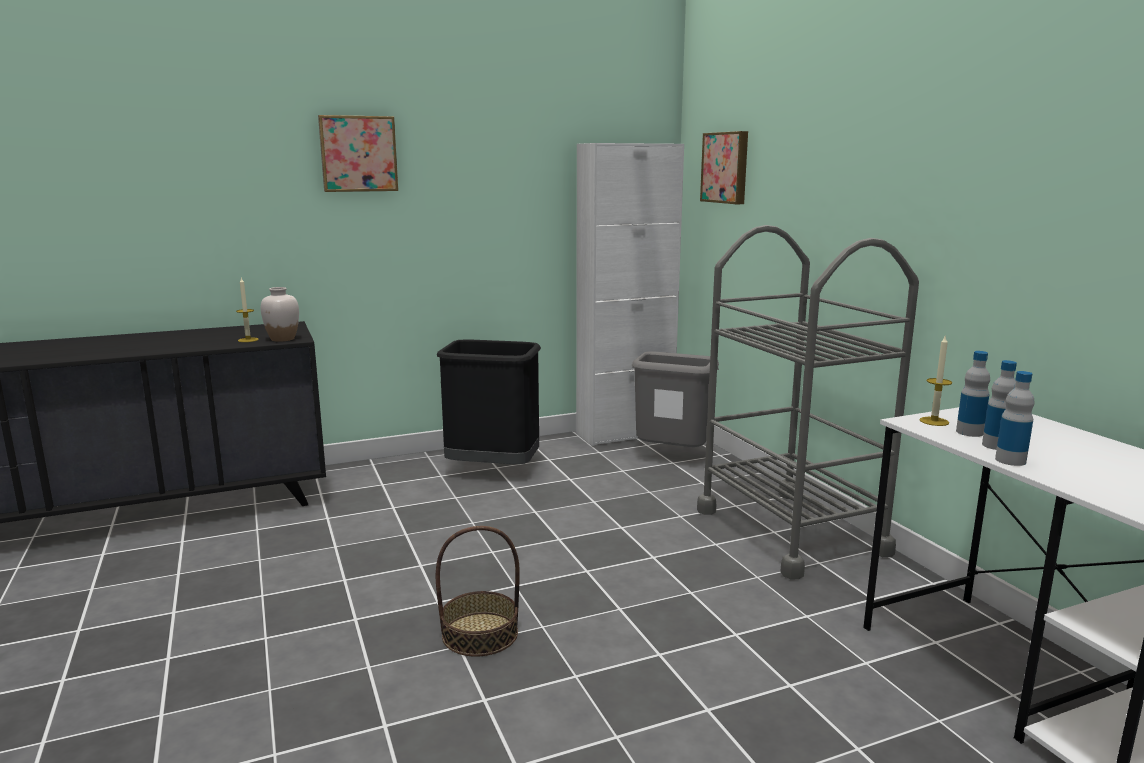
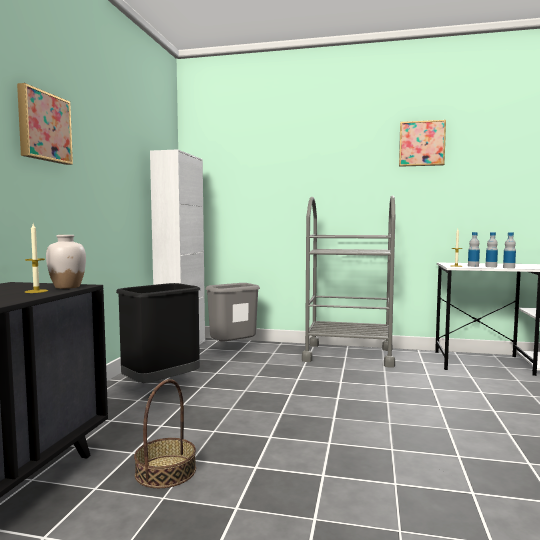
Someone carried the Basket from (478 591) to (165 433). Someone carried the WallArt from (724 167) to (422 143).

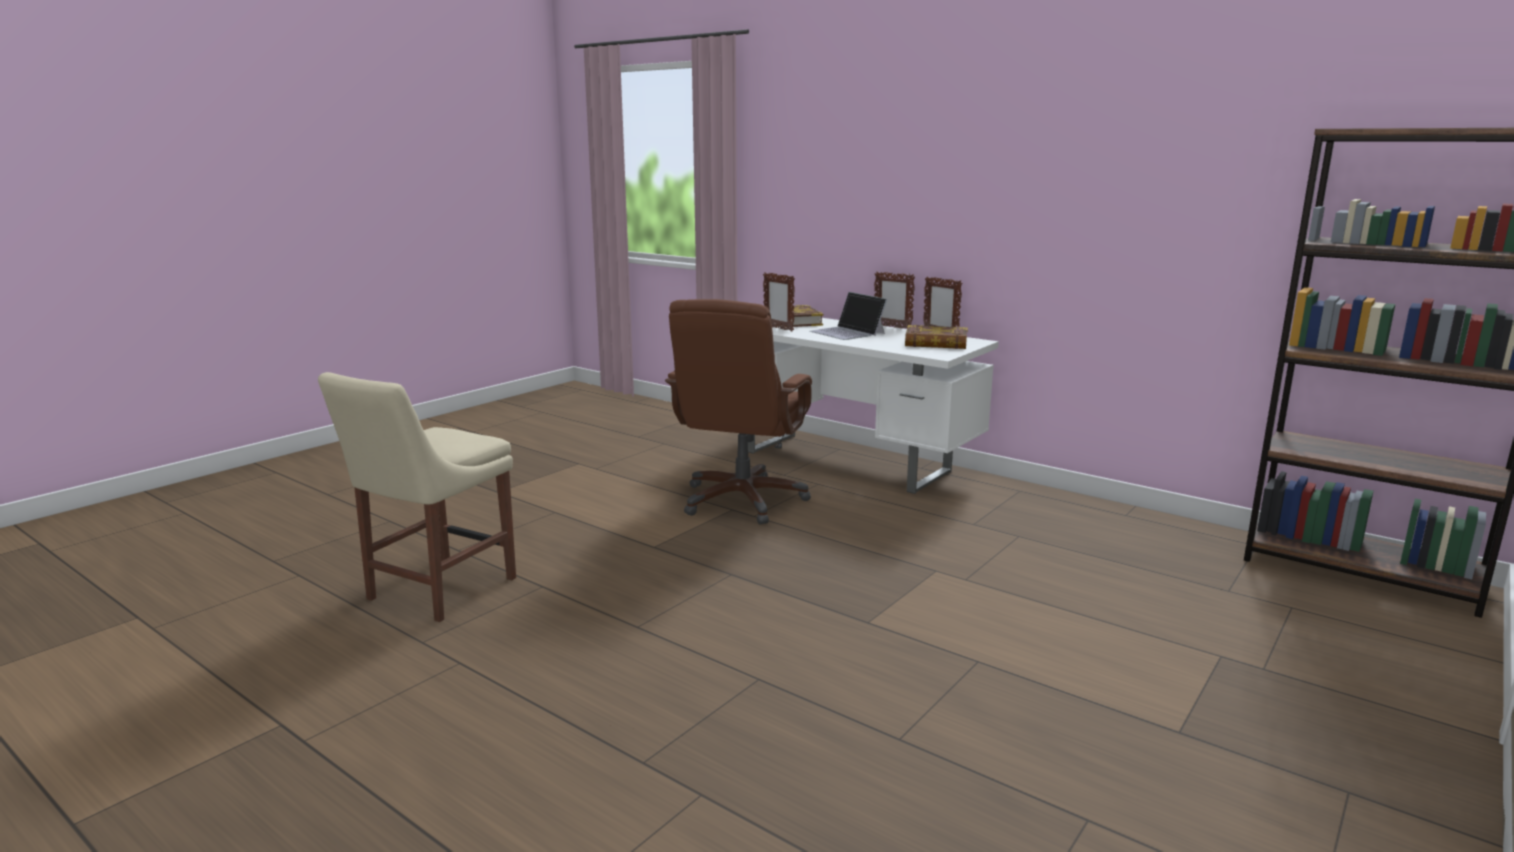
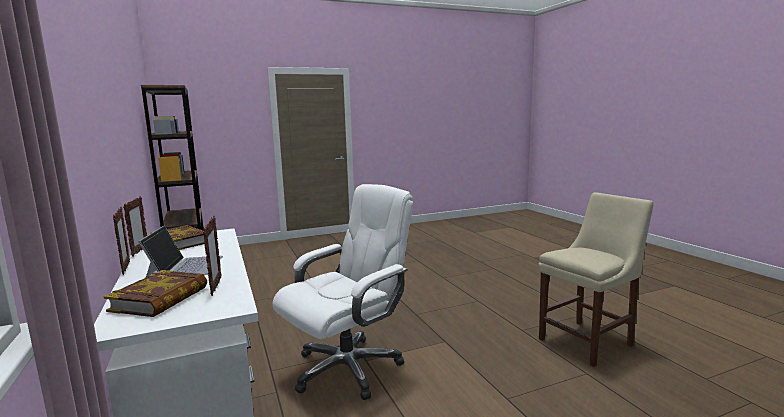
Someone repainted the BrownishDeskChair at (738 411), which became the WhitishDeskChair at (342 292).

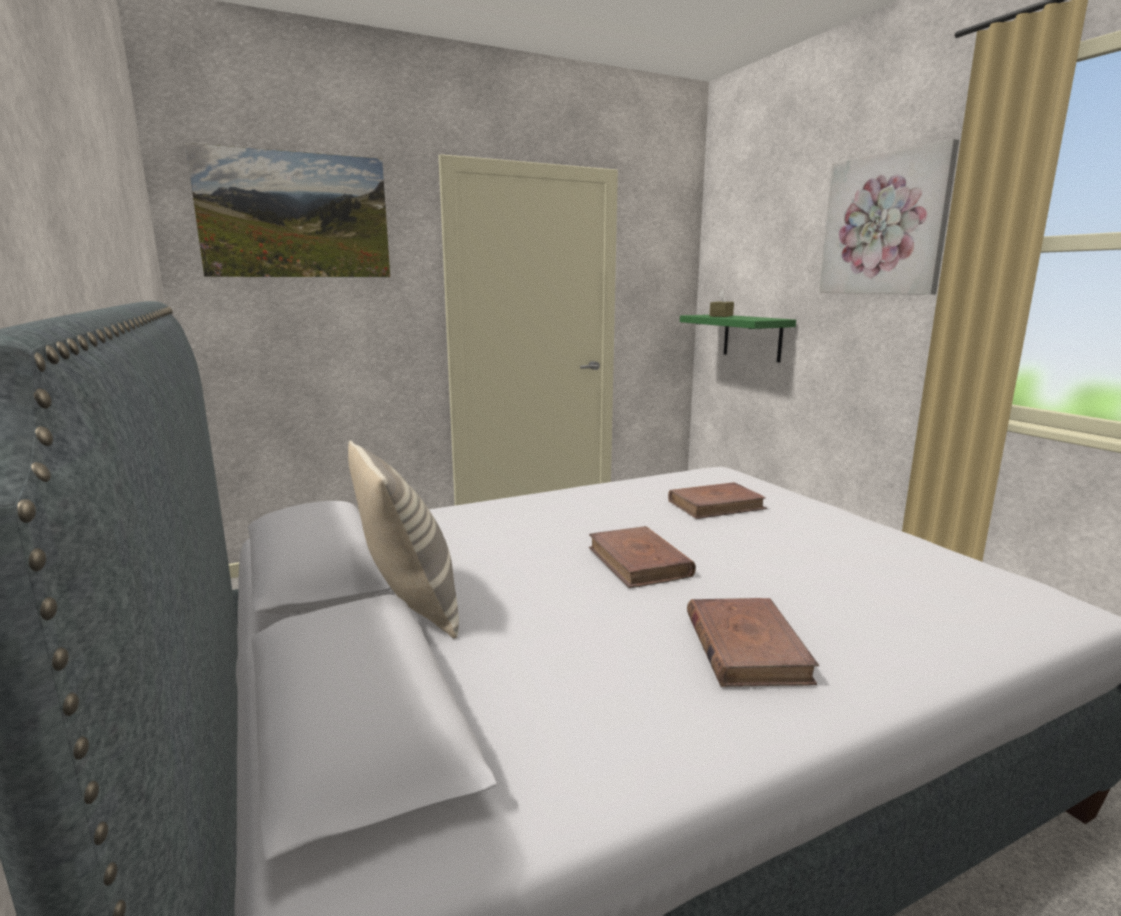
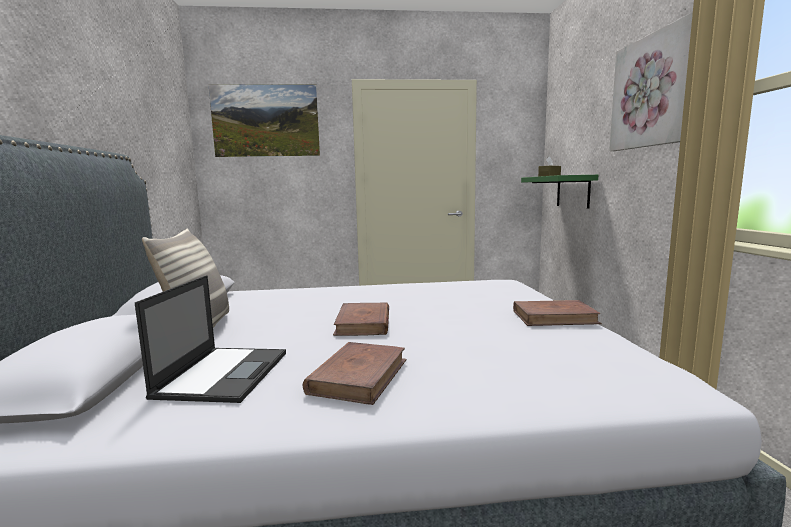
Someone carried the BrownishBook from (717 500) to (557 313). Someone put down the PortableComputer at (210 339).

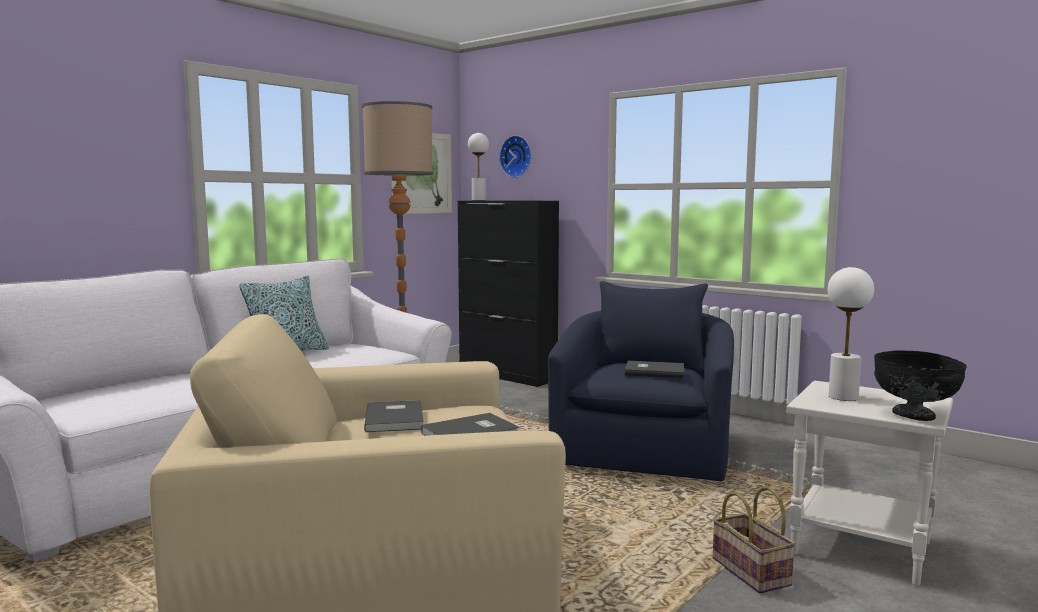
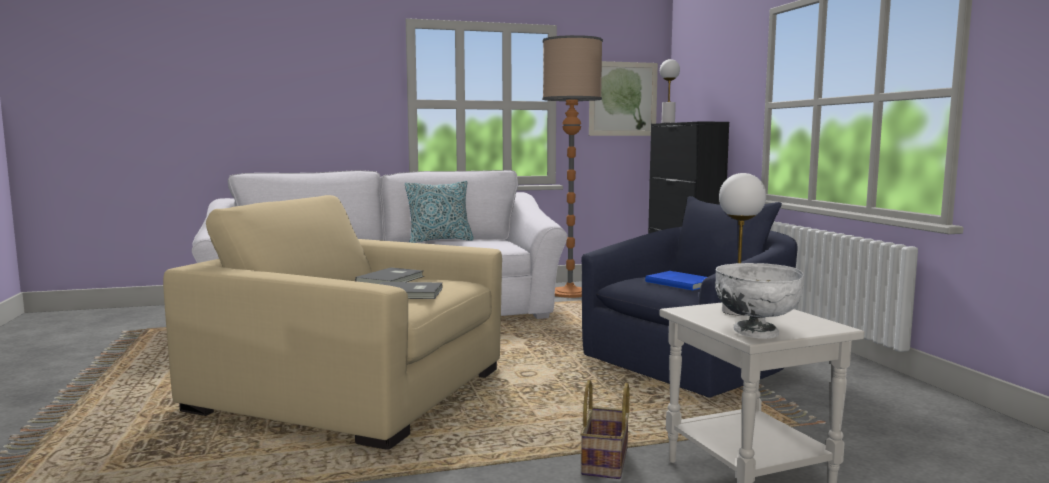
Someone took away the ClockOnTheWall at (515 156). Someone repainted the GrayBook at (654 370), which became the BluishBook at (676 280). Someone repainted the BlackColouredDeepDish at (920 386), which became the WhitishDeepDish at (759 300).

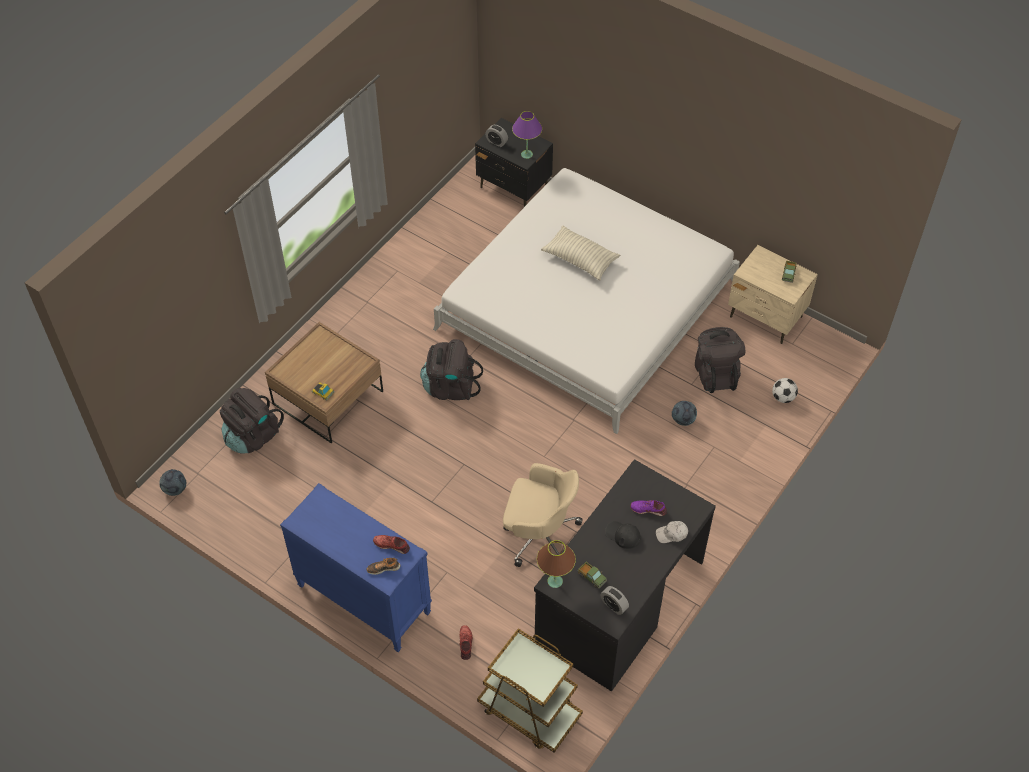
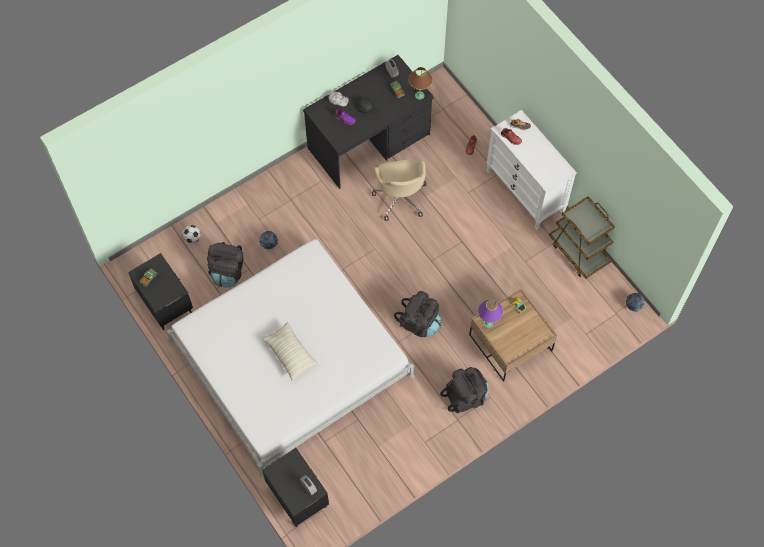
Someone carried the BlackColouredBackpack from (252 421) to (464 390). Someone repainted the BluishChestOfDrawers at (356 567), which became the WhitishChestOfDrawers at (531 170). Someone carried the BrownishCart from (530 690) to (582 237). Someone rotated the BeigeDeskChair at (543 515) by 135 degrees counterclockwise. Someone carried the PurplishTabletopLamp from (527 135) to (490 314). Someone repainted the BeigeNightstand at (773 294), which became the BlackColouredNightstand at (160 291).

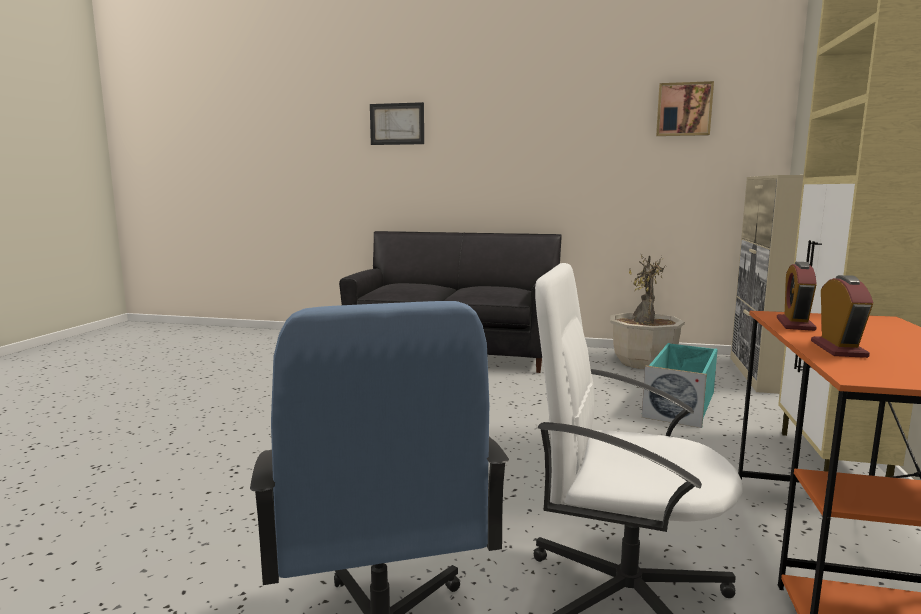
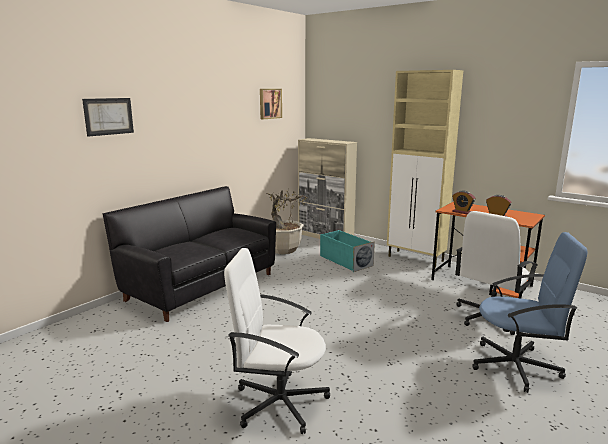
Someone put down the WhitishDeskChair at (277 341).

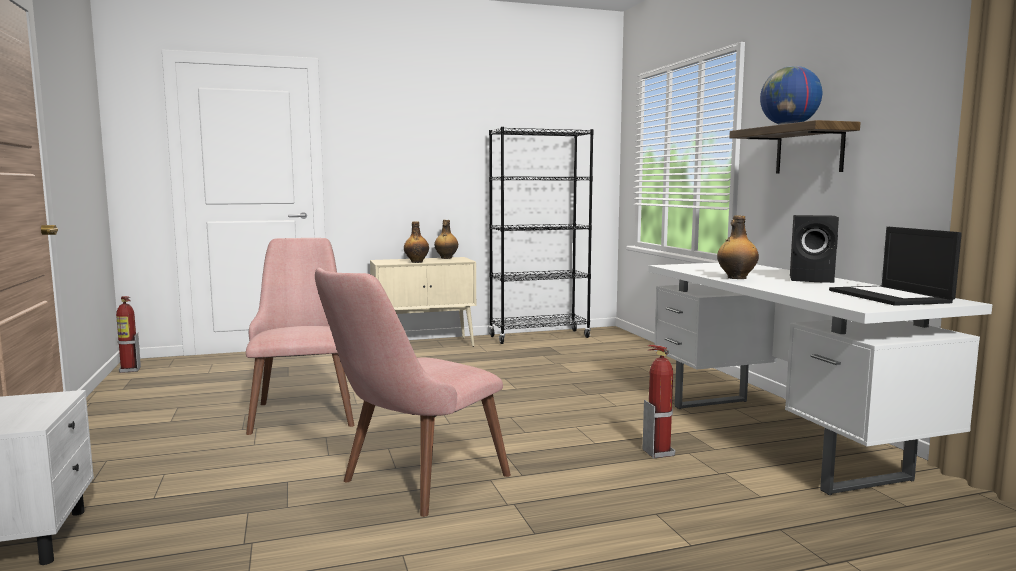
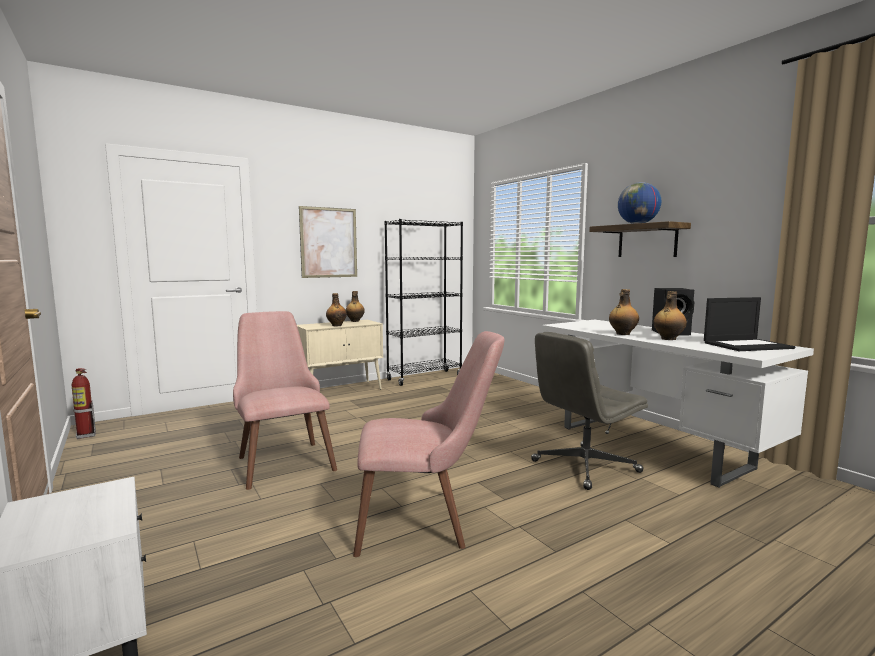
Someone rotated the PinkUprightChair at (413 392) by 120 degrees counterclockwise. Someone swapped the FireFightingCylinder at (659 401) for the GrayDeskChair at (589 411). Someone rotated the PortableComputer at (895 266) by 75 degrees counterclockwise. Someone put up the WallArt at (328 242). Someone put down the BeverageBottle at (670 315).

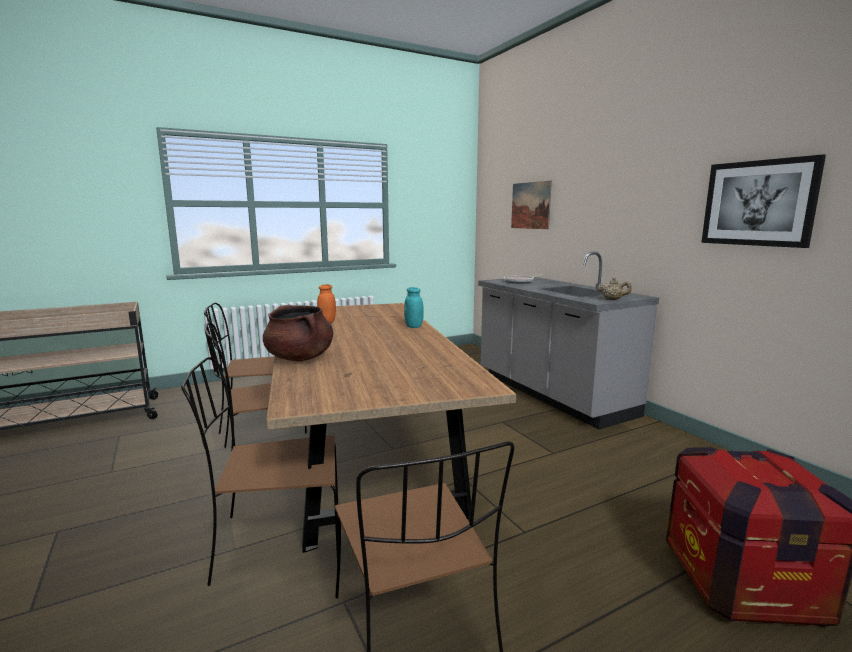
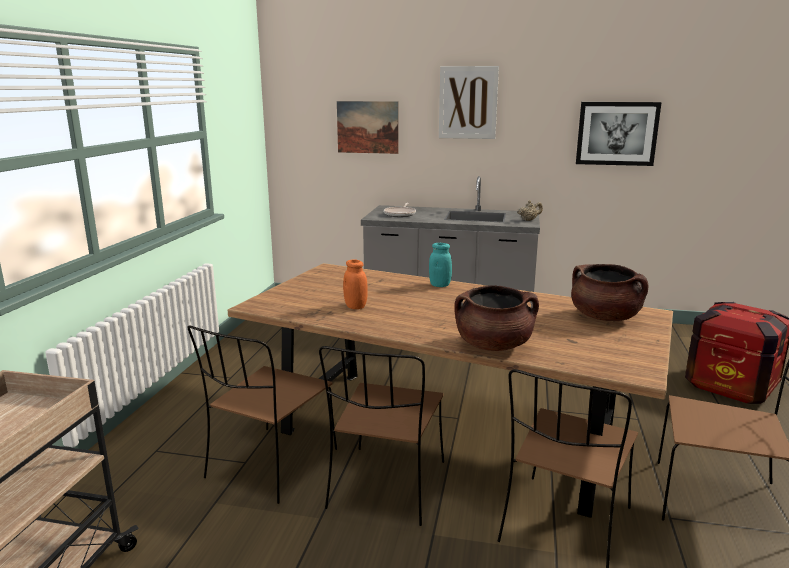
Someone put up the WallArt at (469 102). Someone put down the BrownishStockpot at (609 292).

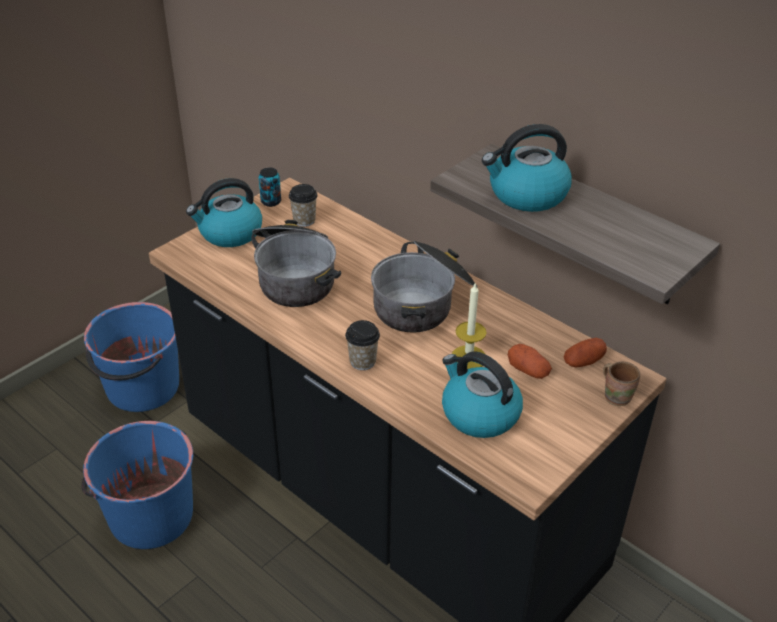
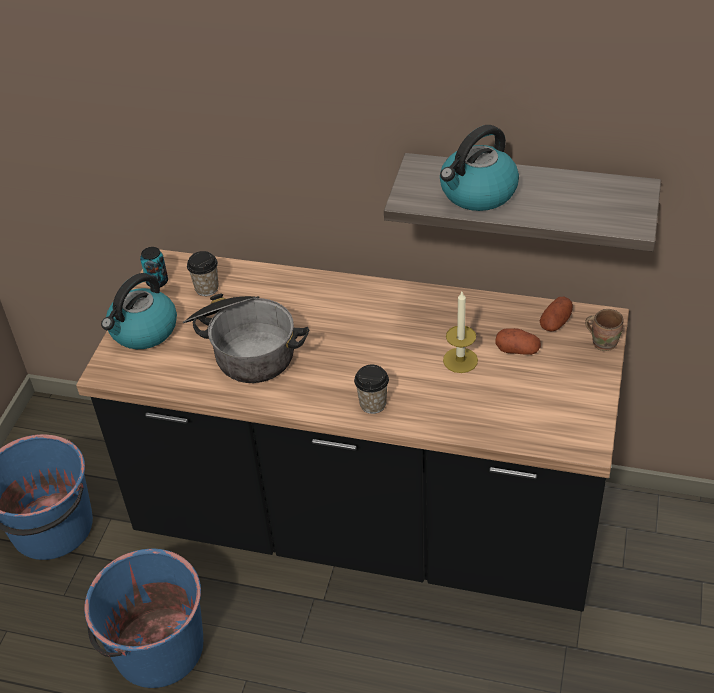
Someone took away the Stockpot at (424 287). Someone took away the TeaKettle at (482 394).

